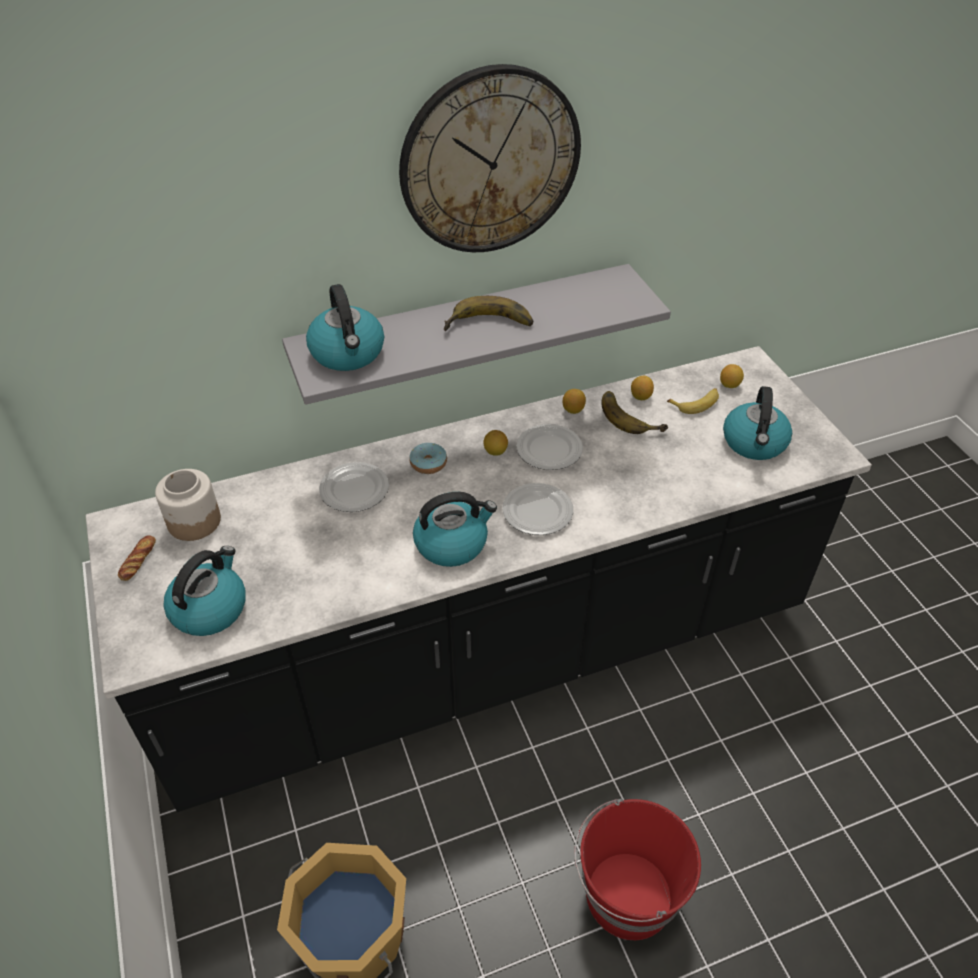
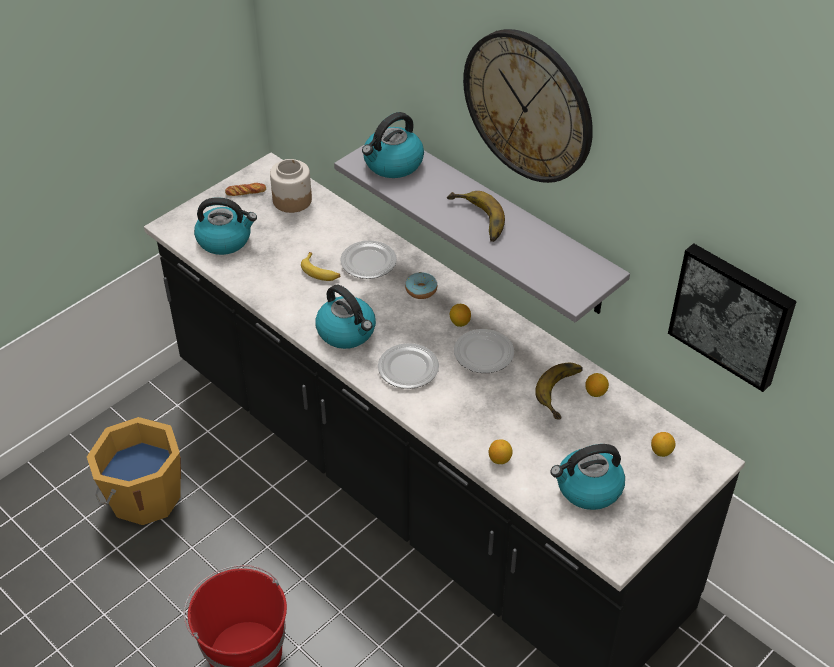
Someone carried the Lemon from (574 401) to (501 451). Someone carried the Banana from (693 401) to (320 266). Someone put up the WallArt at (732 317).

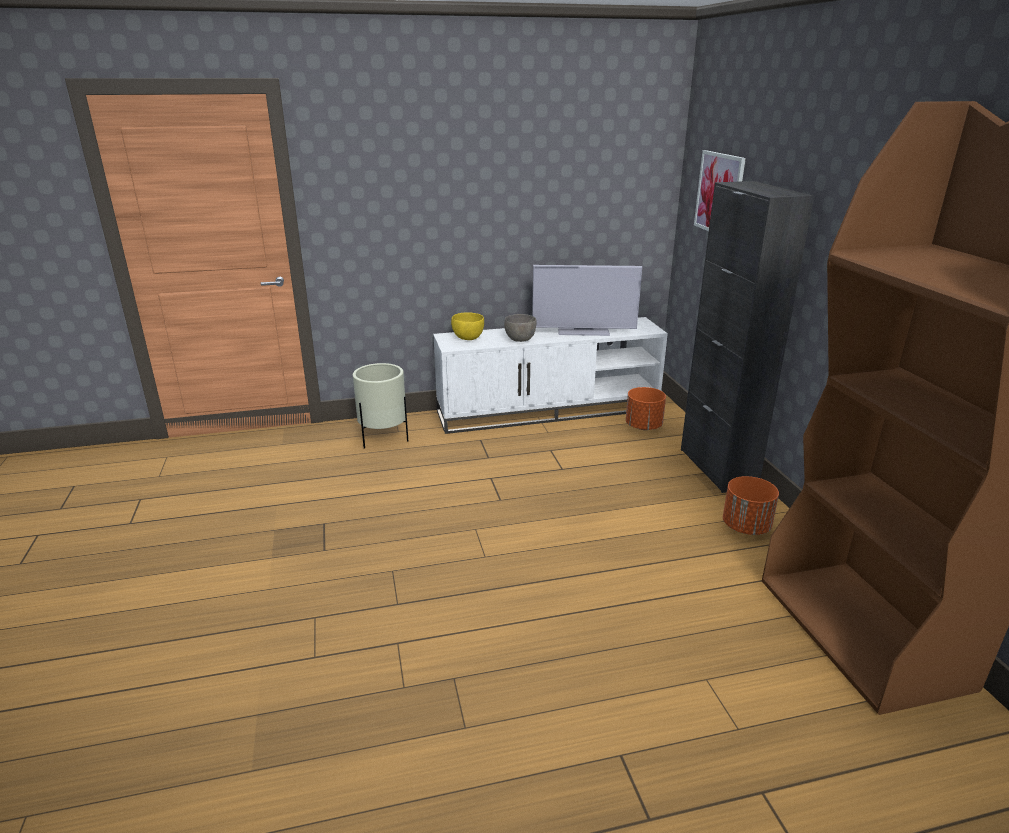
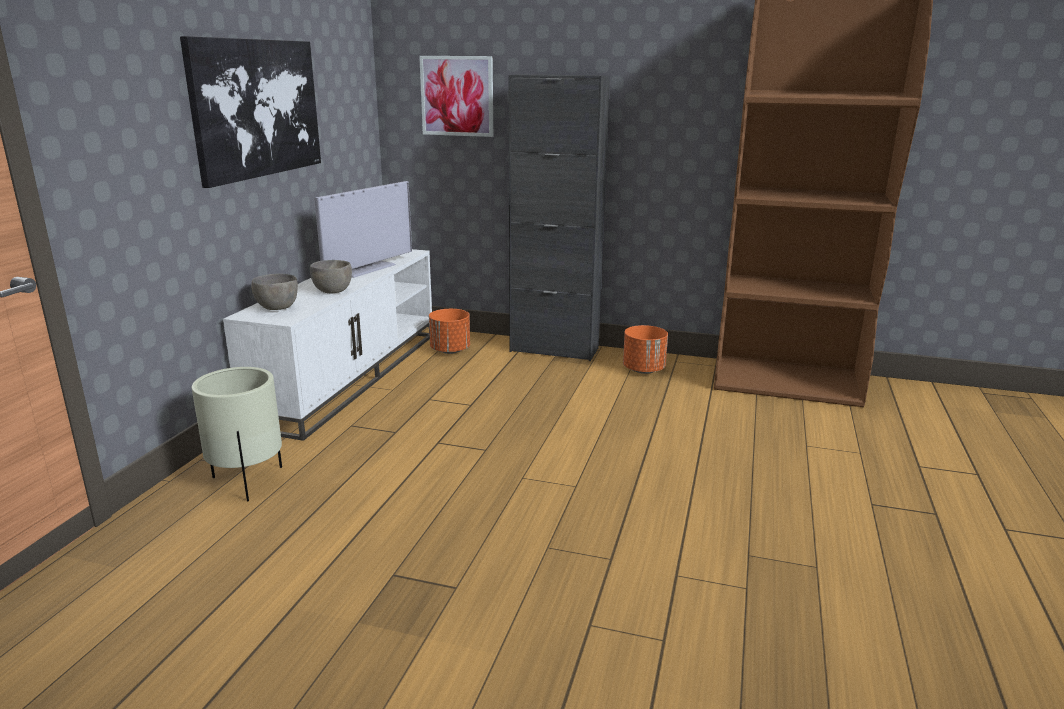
Someone repainted the YellowishDeepDish at (467 326), which became the GrayDeepDish at (275 291). Someone put up the WallArt at (250 112).

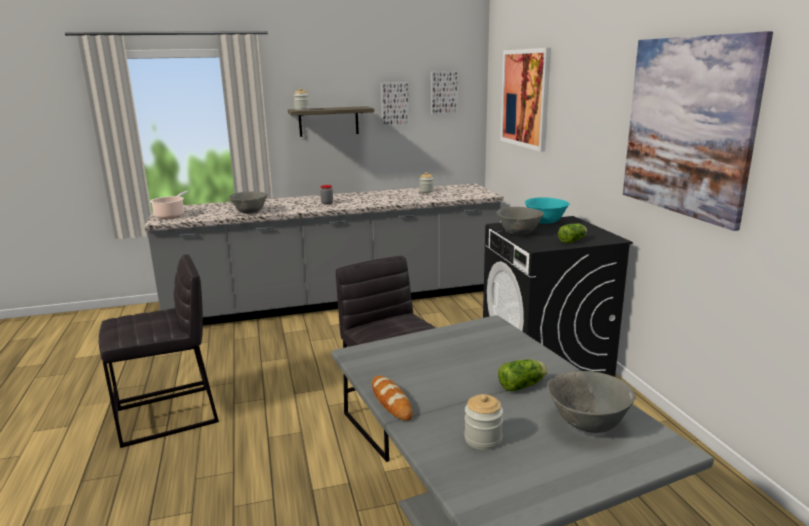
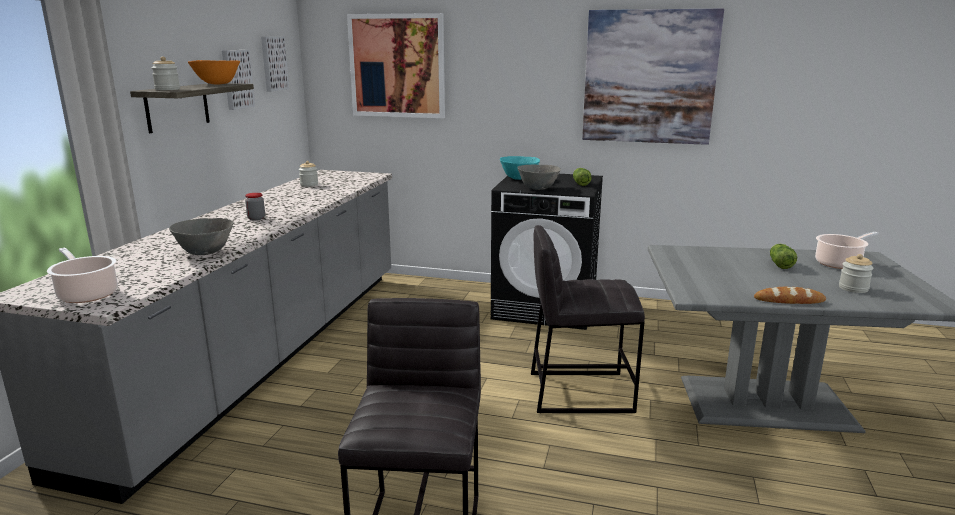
Someone swapped the GrayDeepDish at (591 402) for the Stockpot at (846 250). Someone put down the OrangeyDeepDish at (214 72).

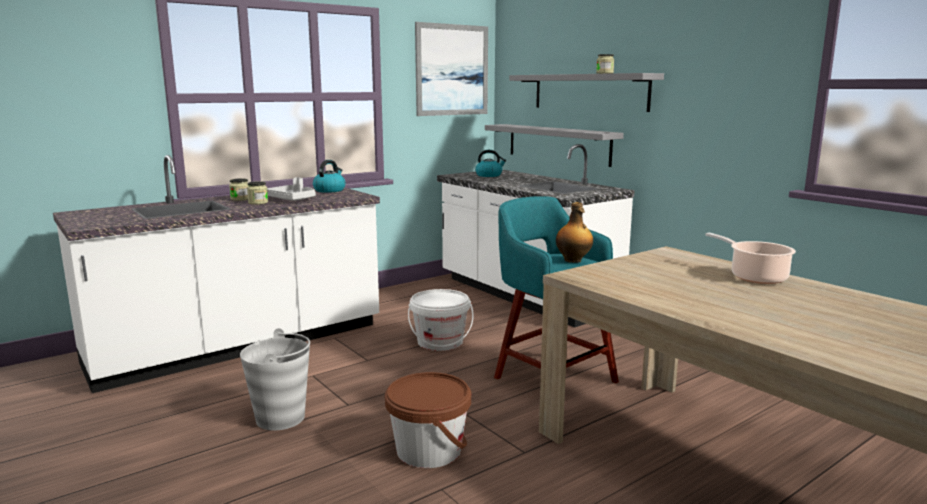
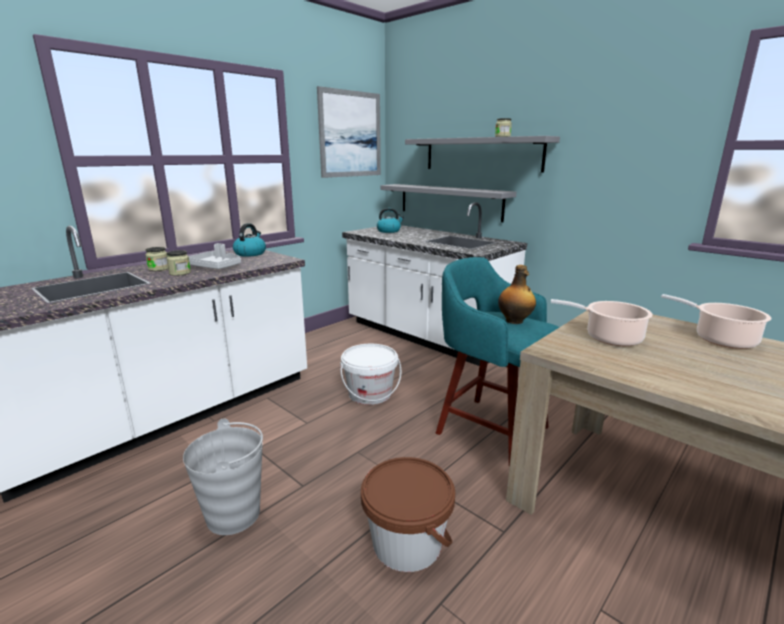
Someone put down the Stockpot at (602 322).

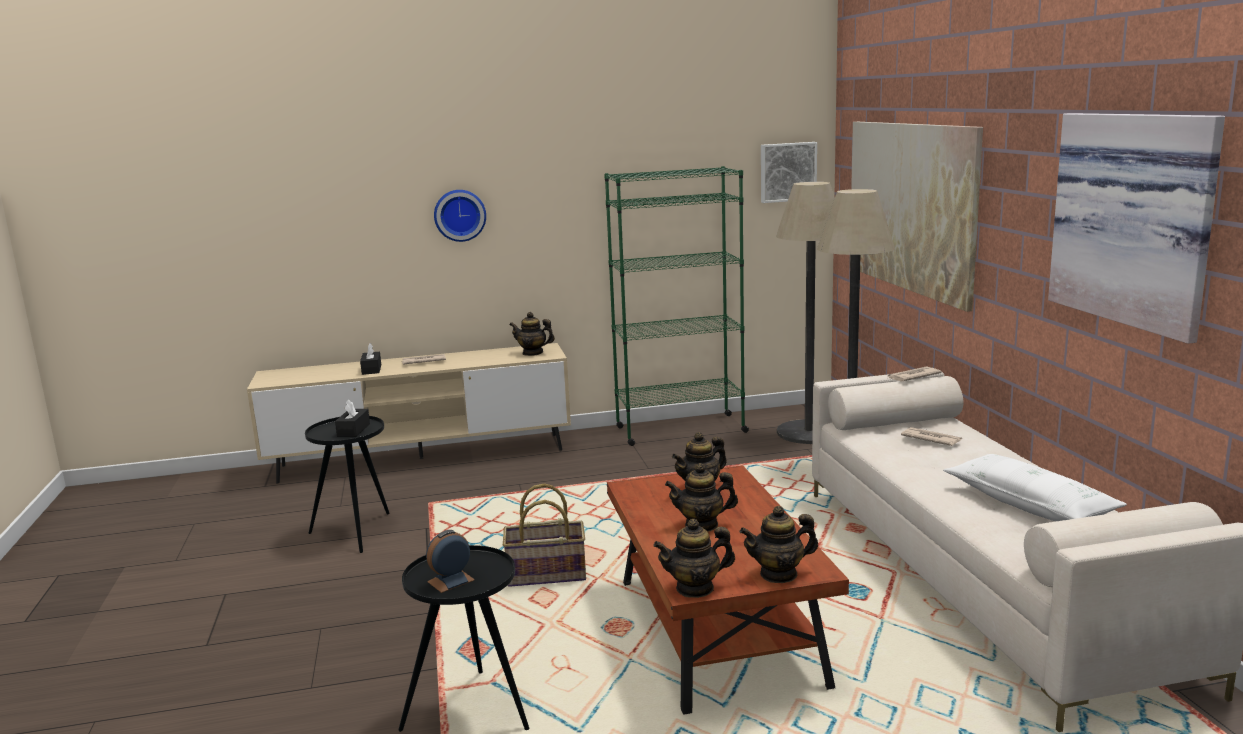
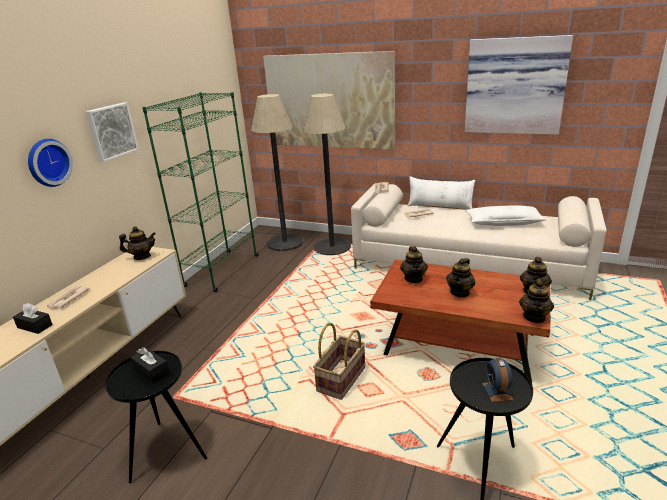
Someone rotated the TeaPot at (532 334) by 150 degrees counterclockwise. Someone carried the WallArt from (789 172) to (112 132). Someone put down the WhitishPillow at (441 192).

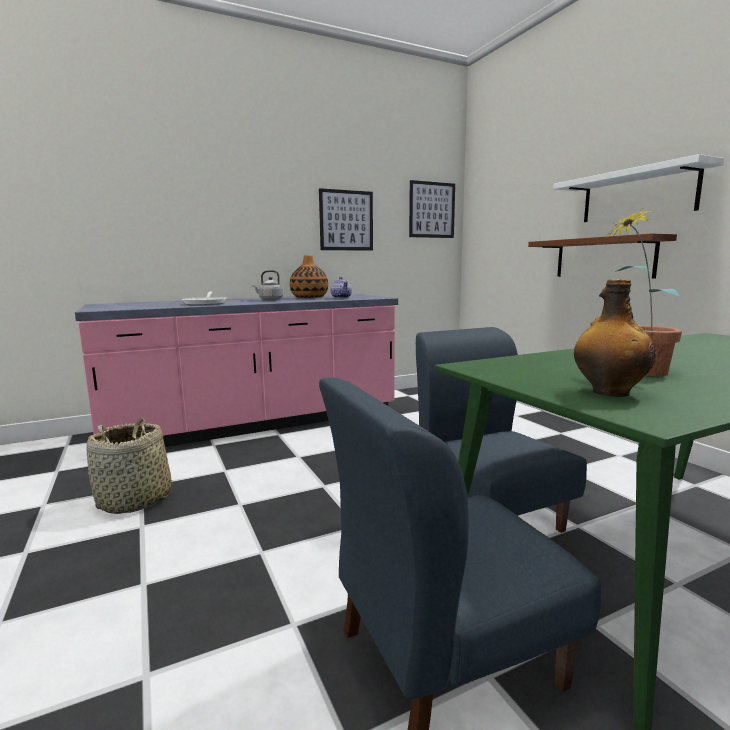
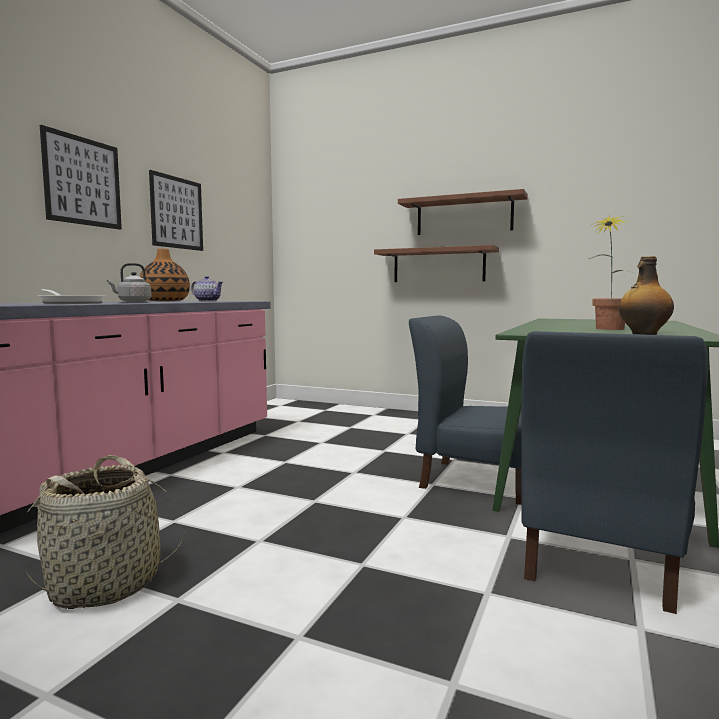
Someone carried the WallArt from (432 209) to (81 177). Someone repainted the WhitishBracketShelf at (638 188), which became the BrownishBracketShelf at (463 212).

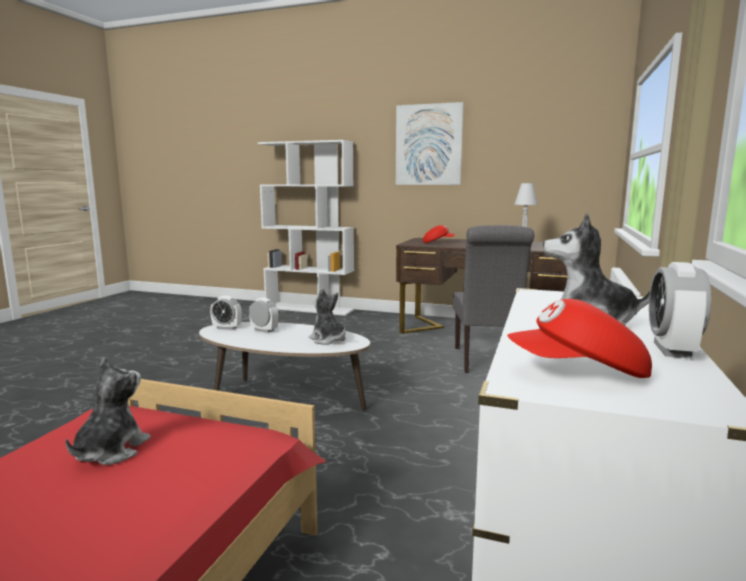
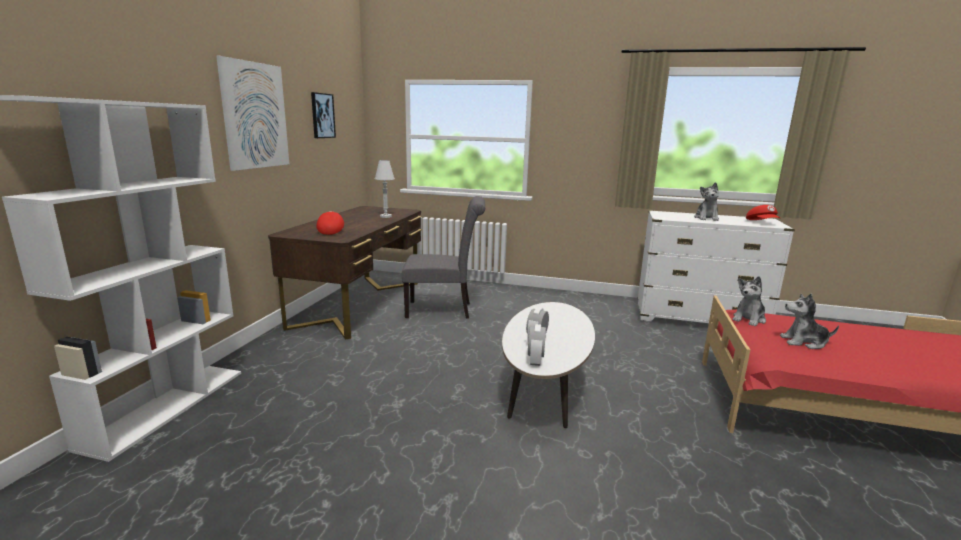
Someone carried the SoftToy from (327 316) to (749 301). Someone took away the TableClock at (680 310). Someone put up the WallArt at (323 115).

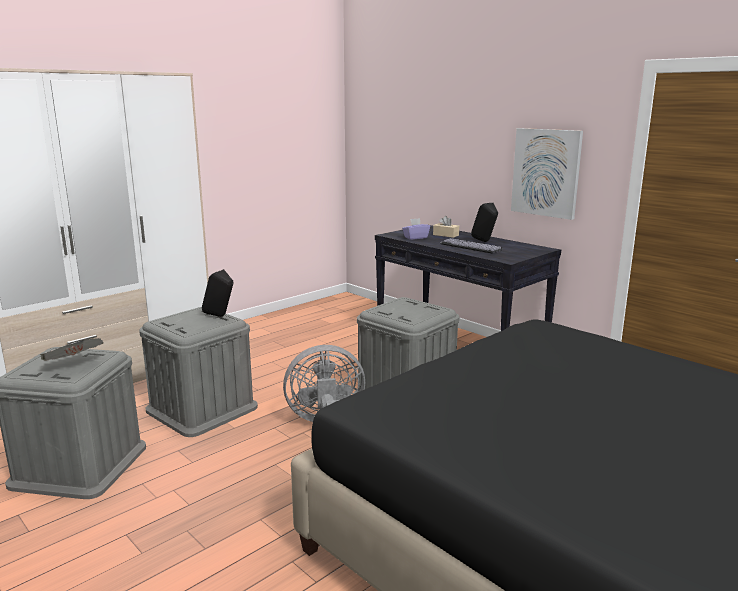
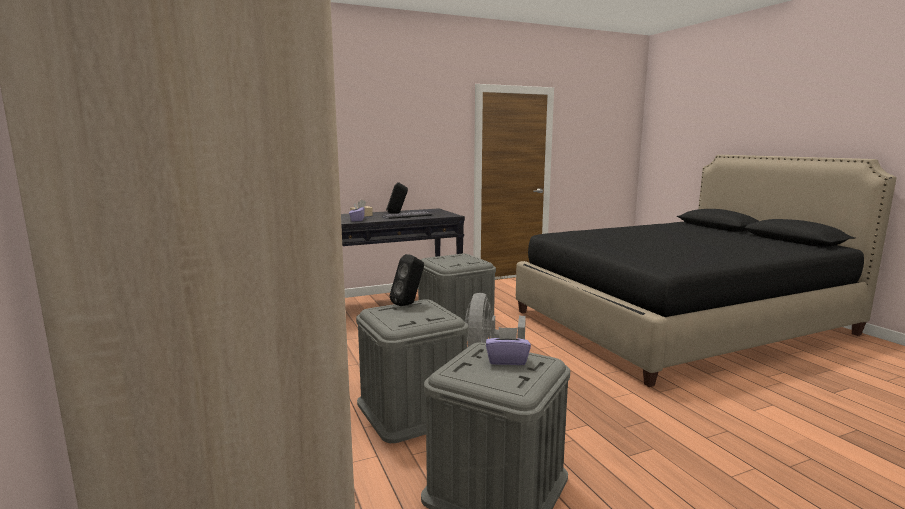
Someone swapped the PrintedPaper at (71 349) for the PurplishTissueHolder at (508 346). Someone took away the WallArt at (547 174).

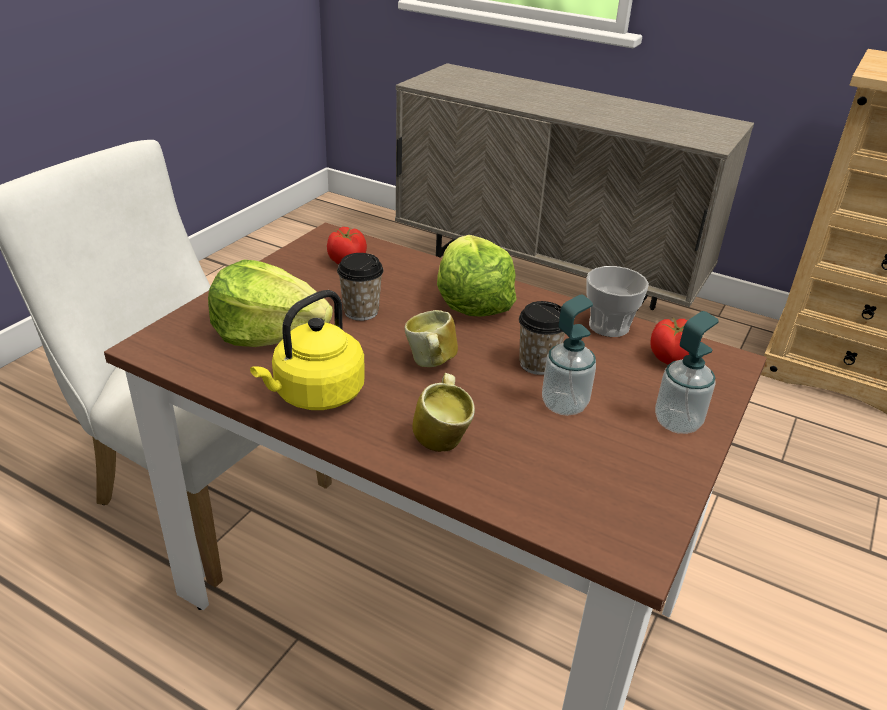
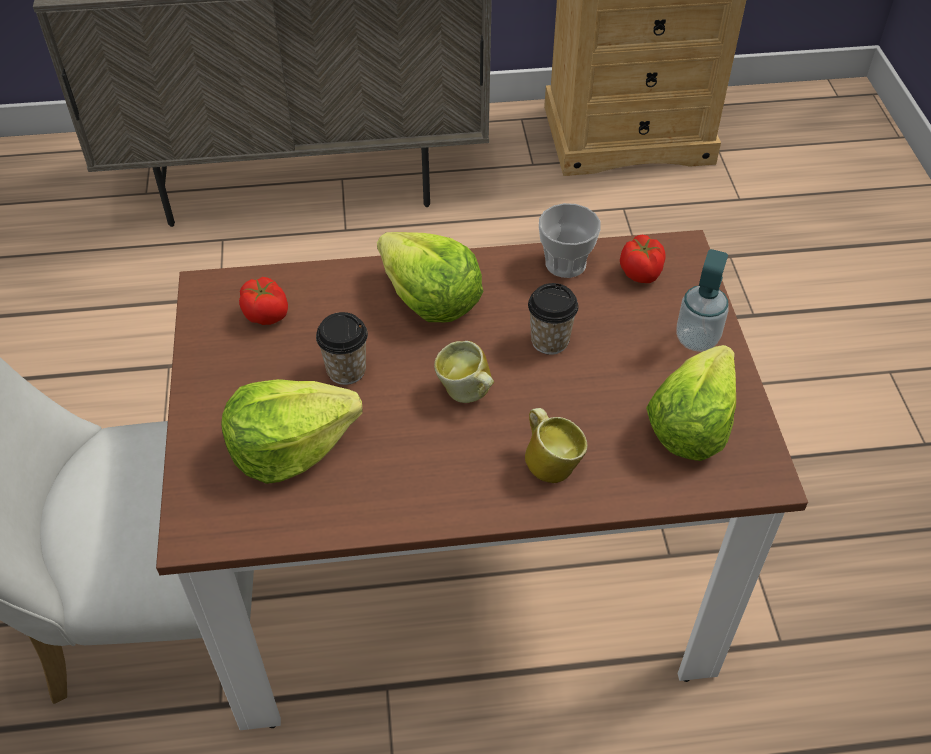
Someone took away the YellowishTeaKettle at (307 350). Someone took away the SoapBottle at (569 355). Someone put down the LettuceHead at (691 403).

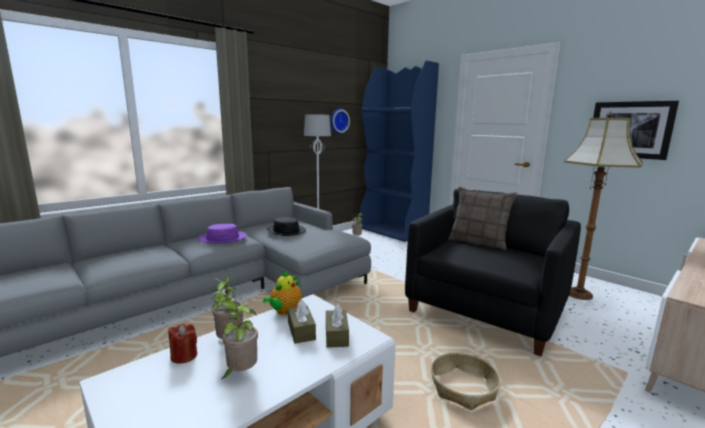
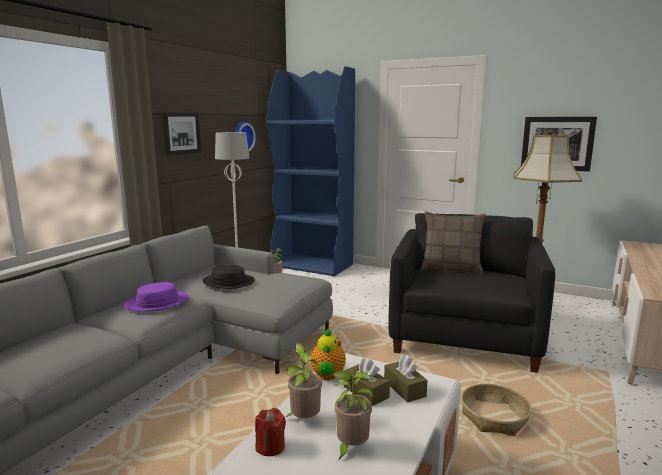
Someone put up the WallArt at (181 133).

